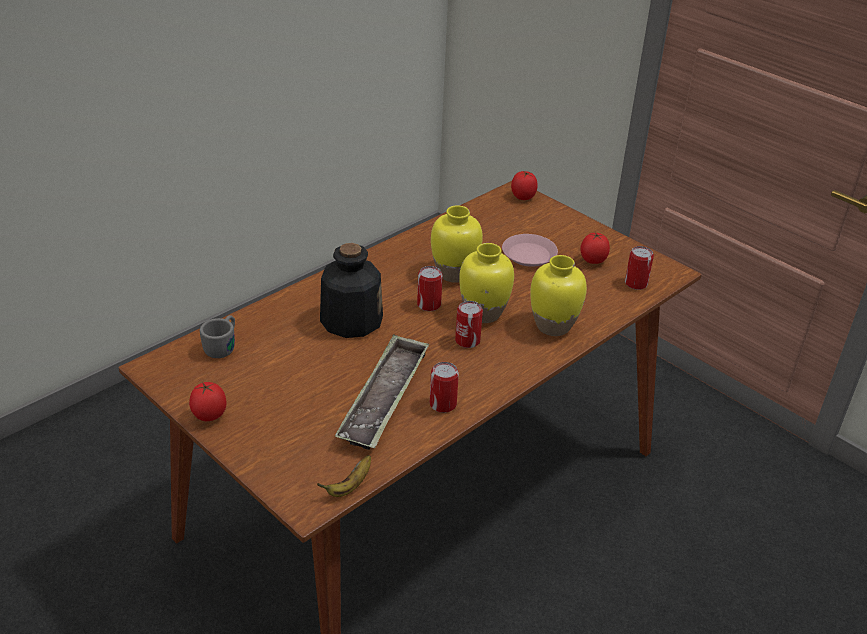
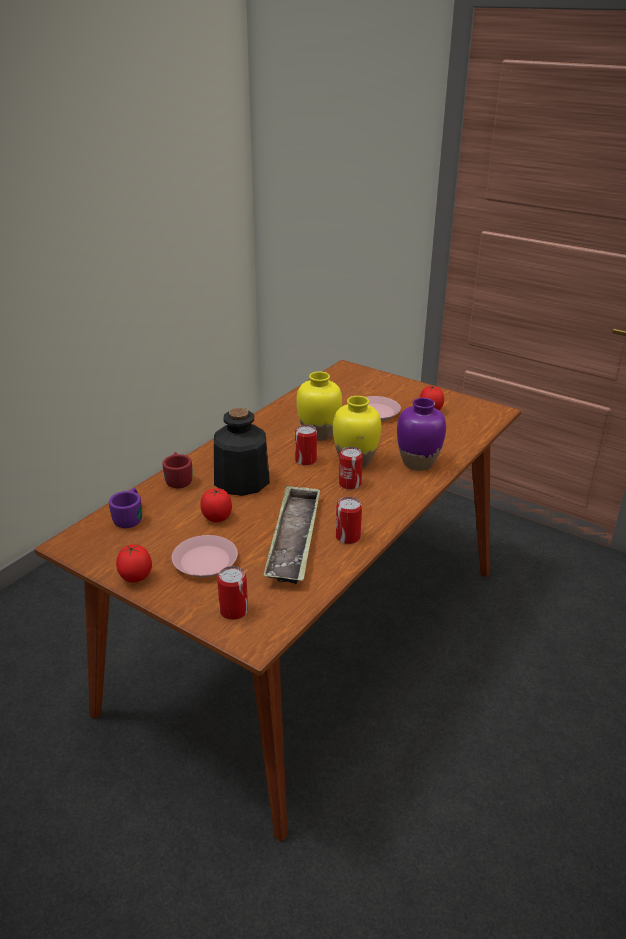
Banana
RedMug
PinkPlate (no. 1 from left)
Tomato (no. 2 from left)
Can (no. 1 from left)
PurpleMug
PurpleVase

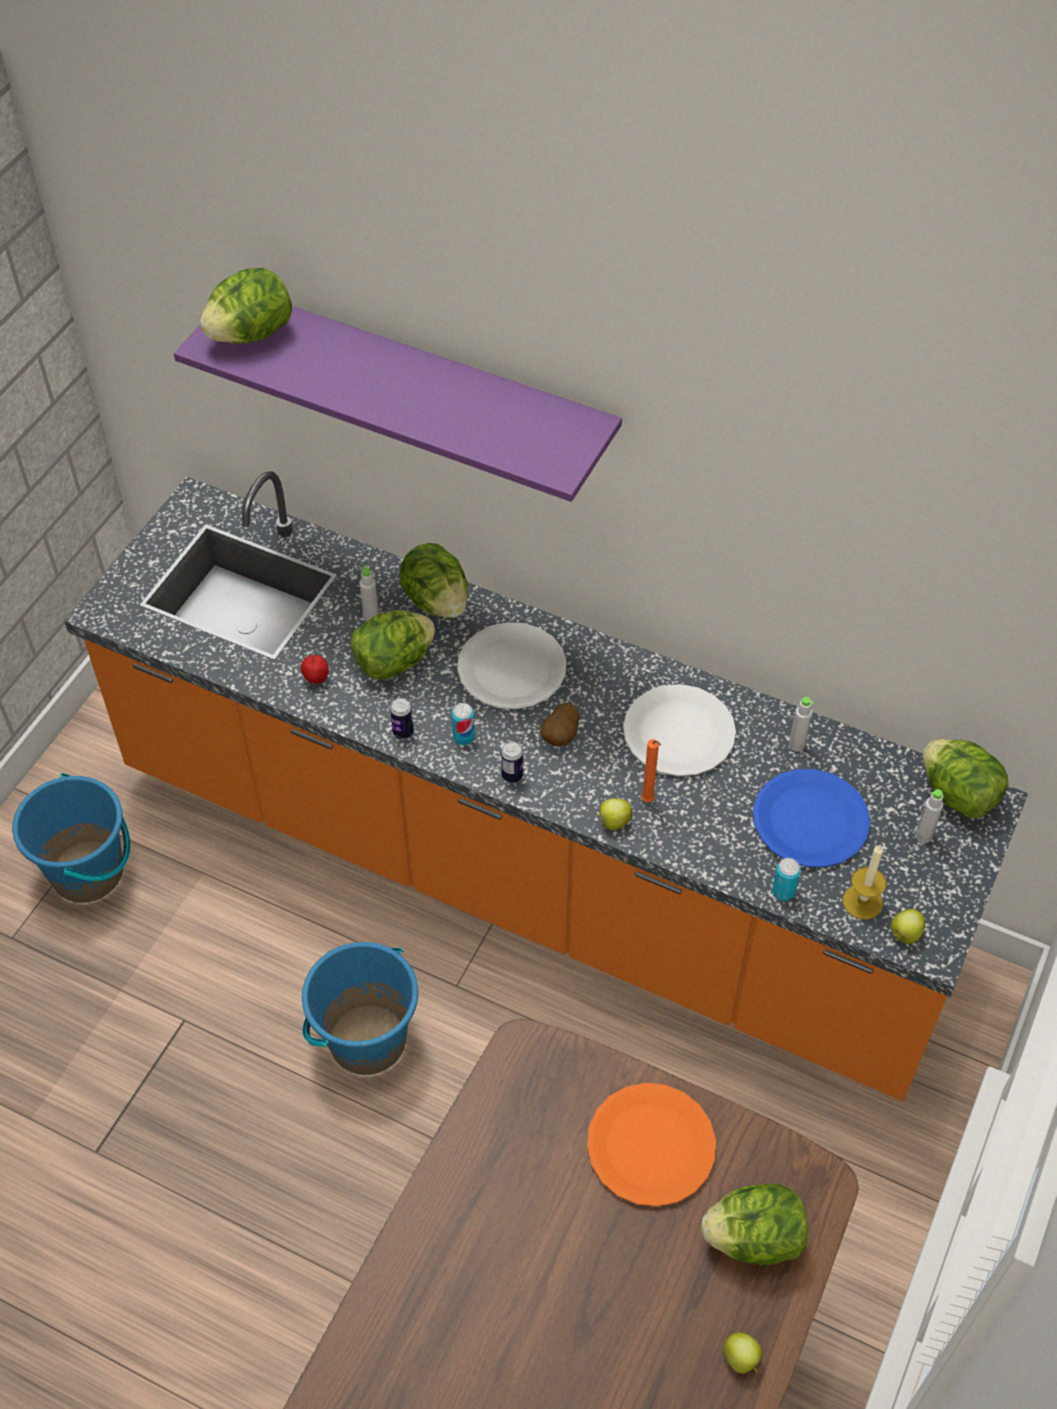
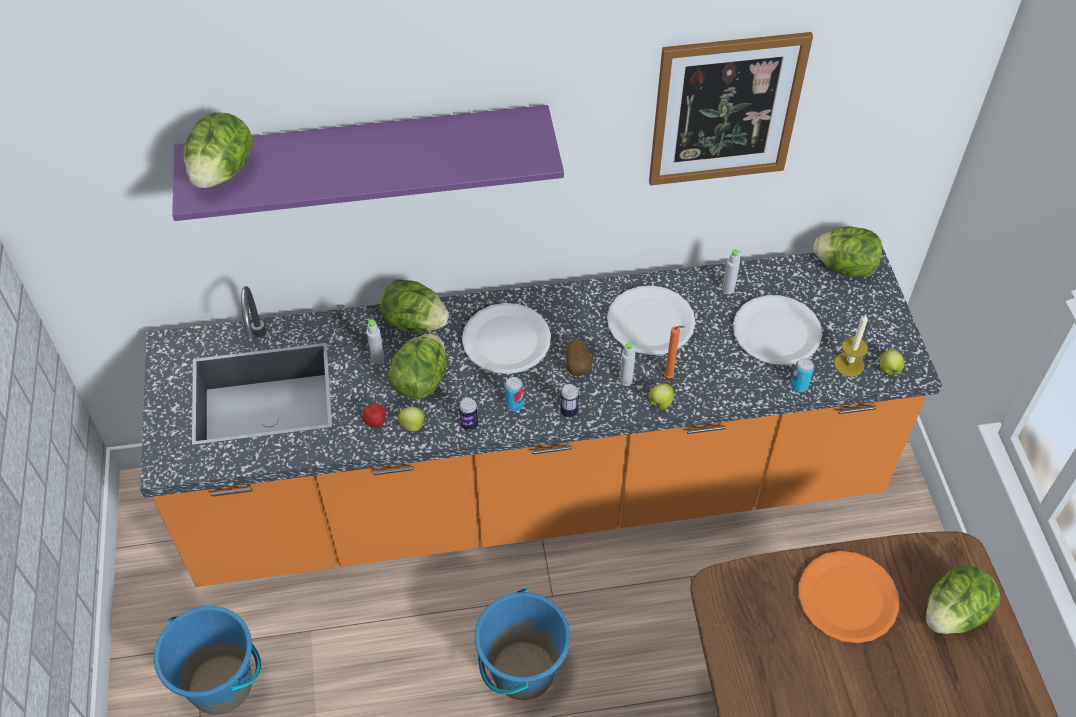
Picture
Apple (no. 2 from left)
GreyBottle (no. 2 from left)
WhitePlate (no. 3 from left)

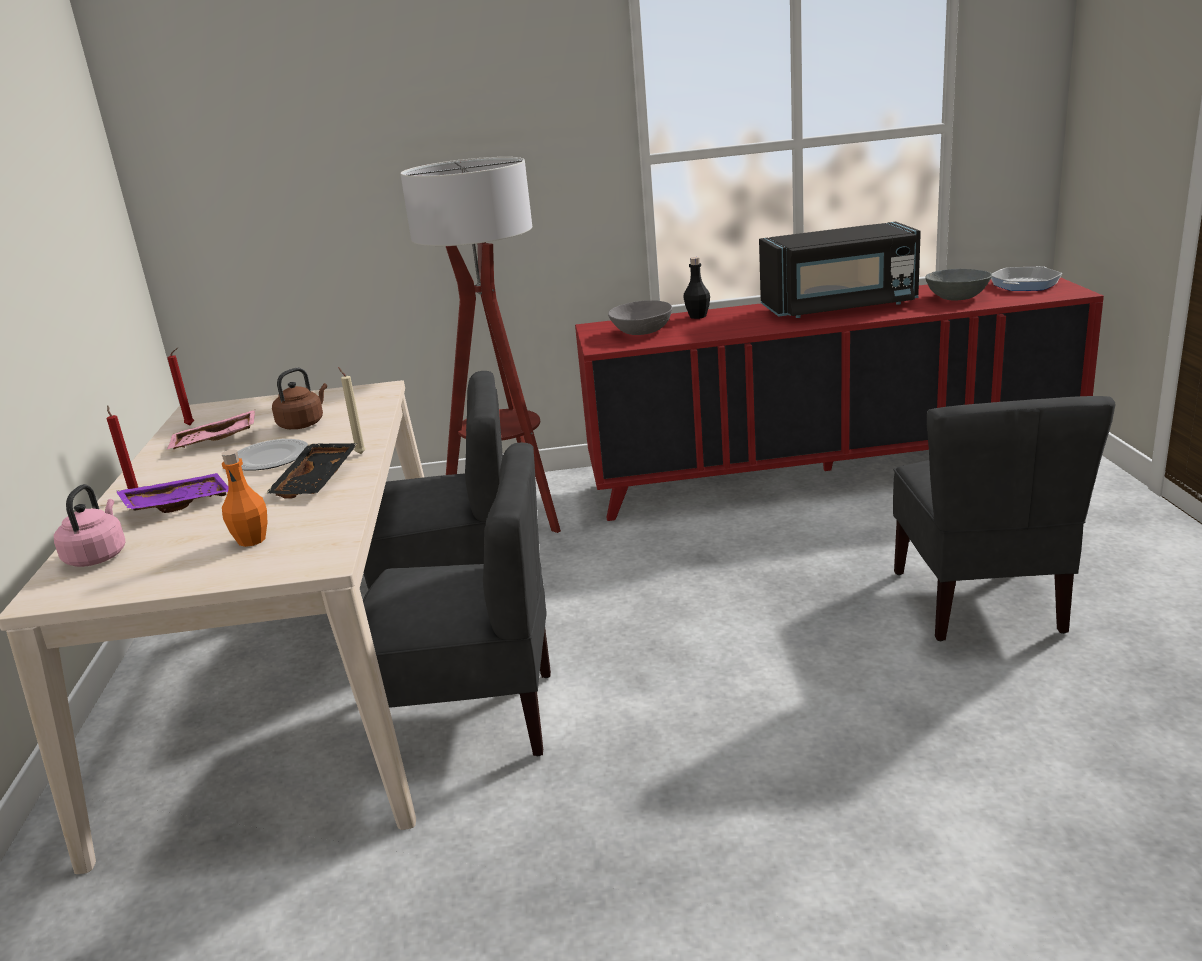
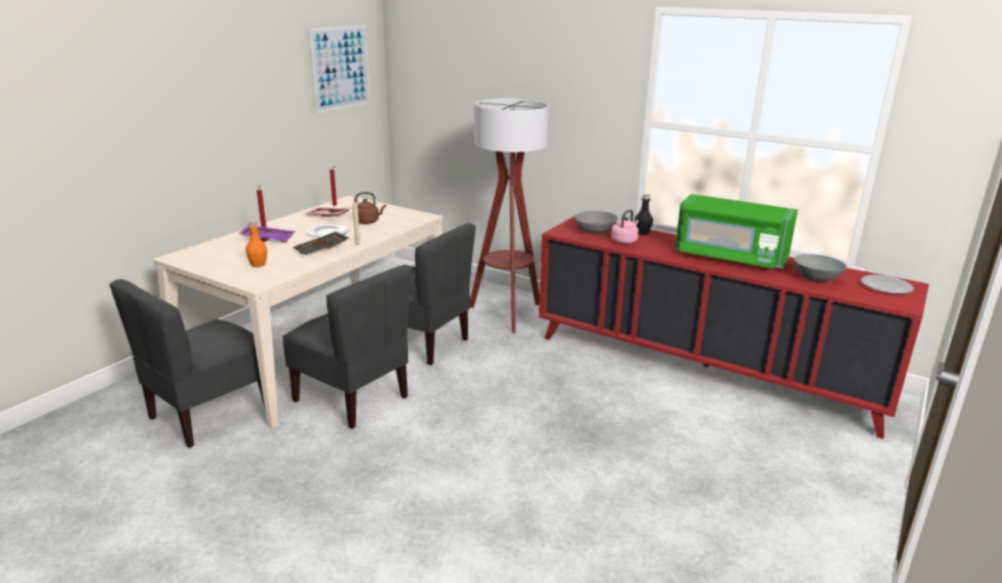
Picture
PinkKettle
GreyChair (no. 1 from left)
Plate (no. 2 from left)
GreenMicrowave

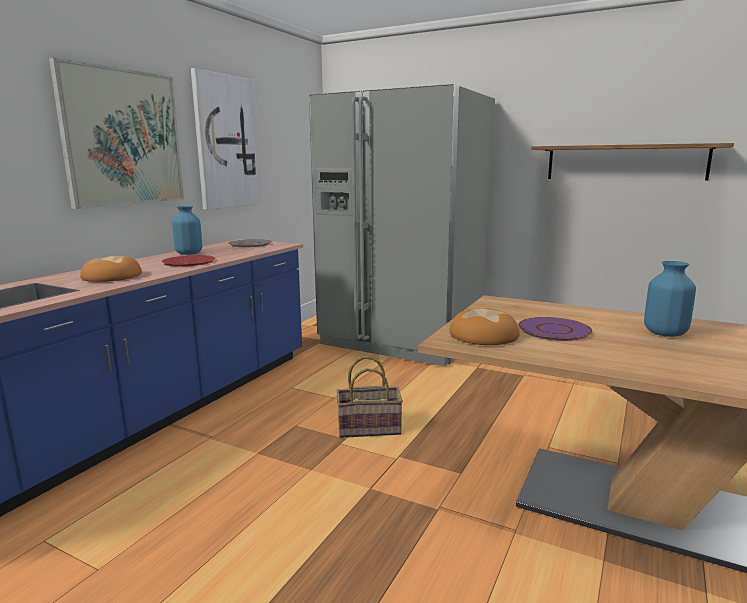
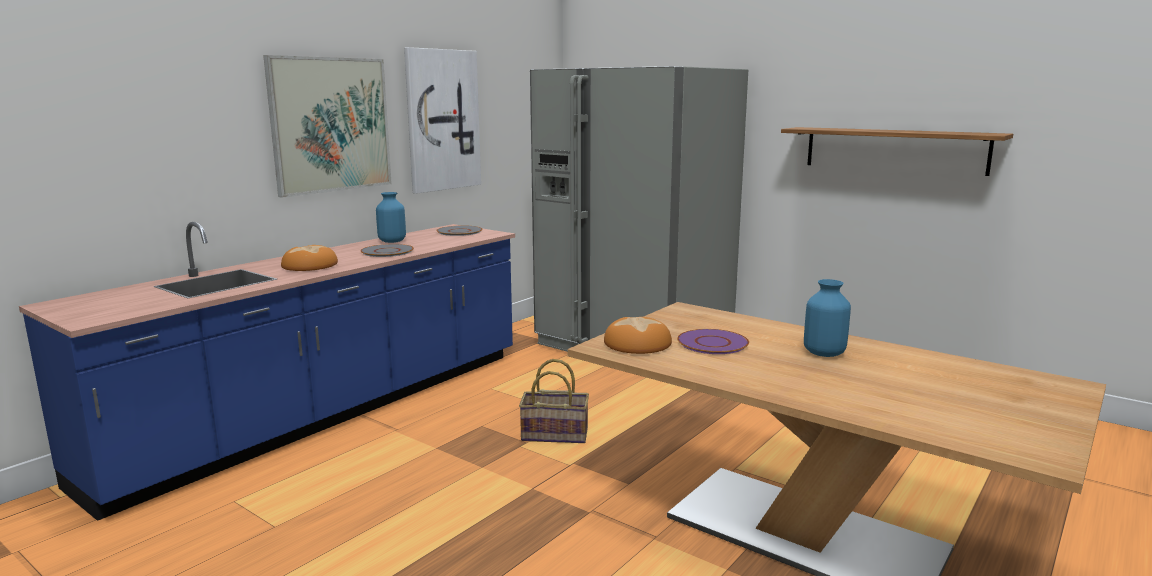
GreyPlate (no. 1 from left)

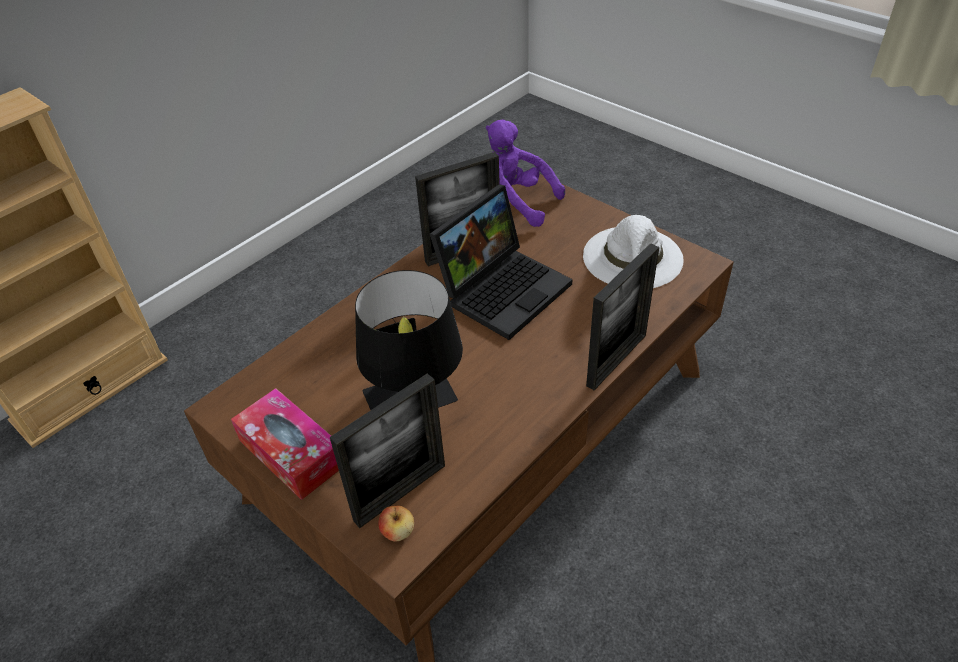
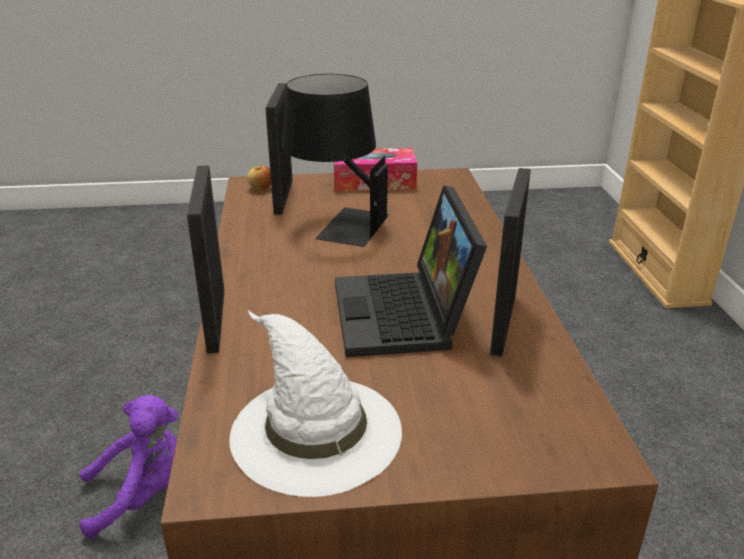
PurplePlushToy

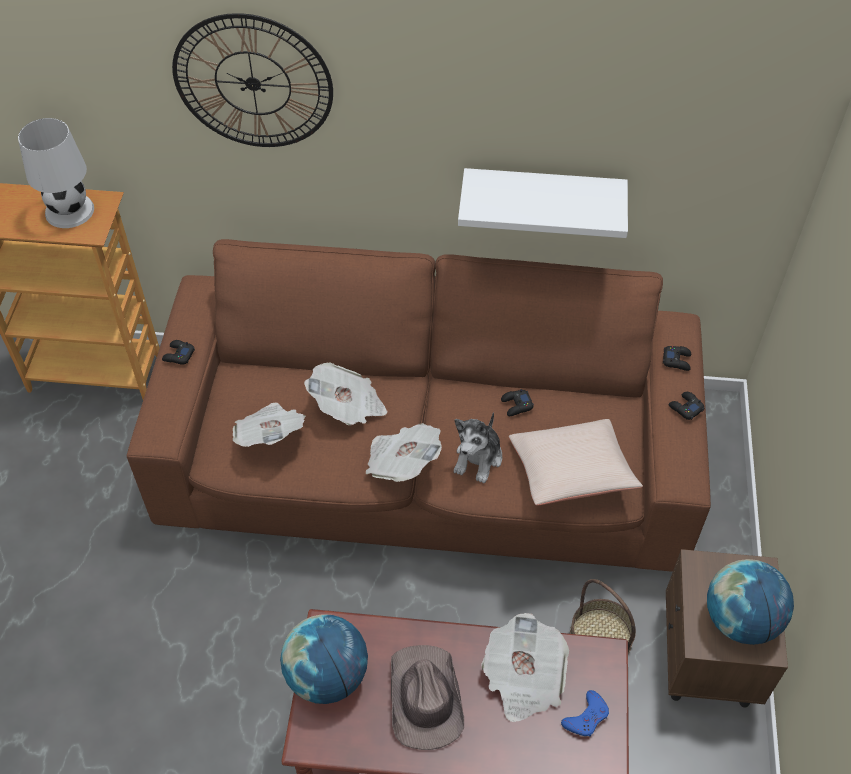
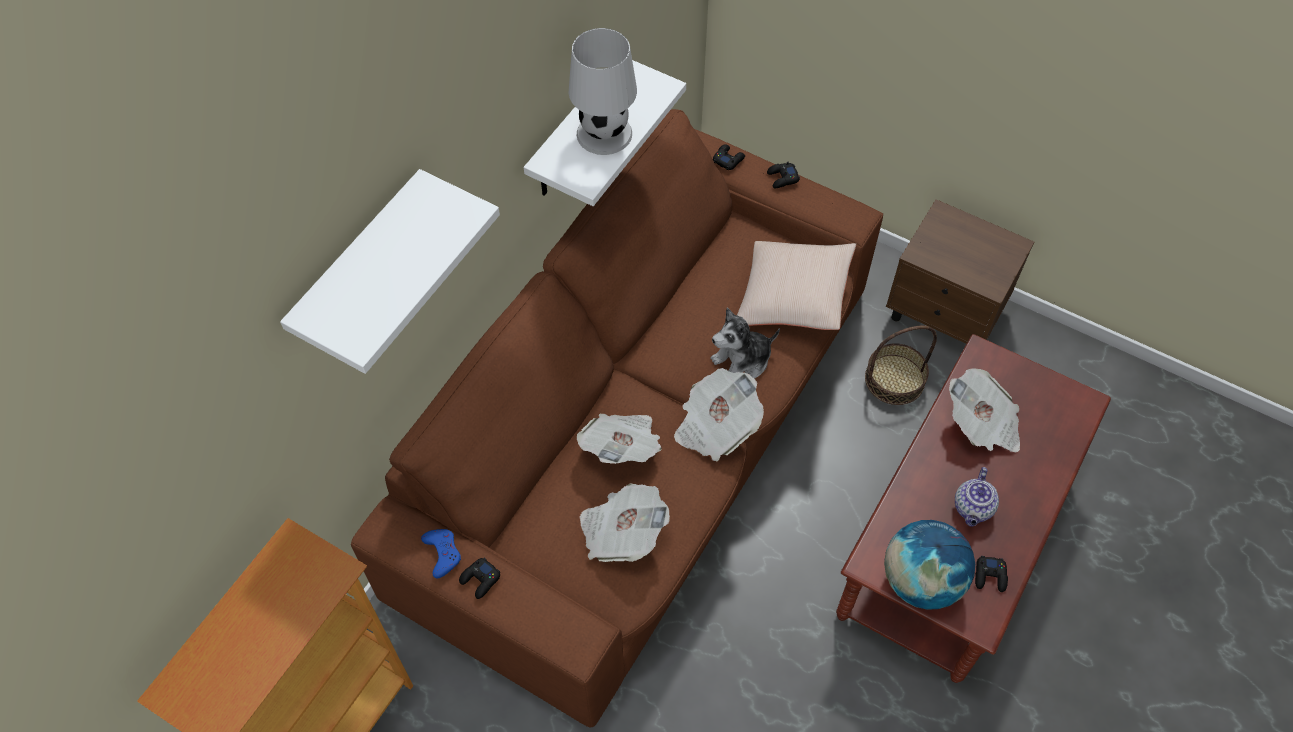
Globe (no. 2 from left in the first image)
WhiteTableLamp
BlackGameController (no. 4 from left)
BlueGameController
WhiteShelf (no. 1 from left)
Teapot
PlushToy

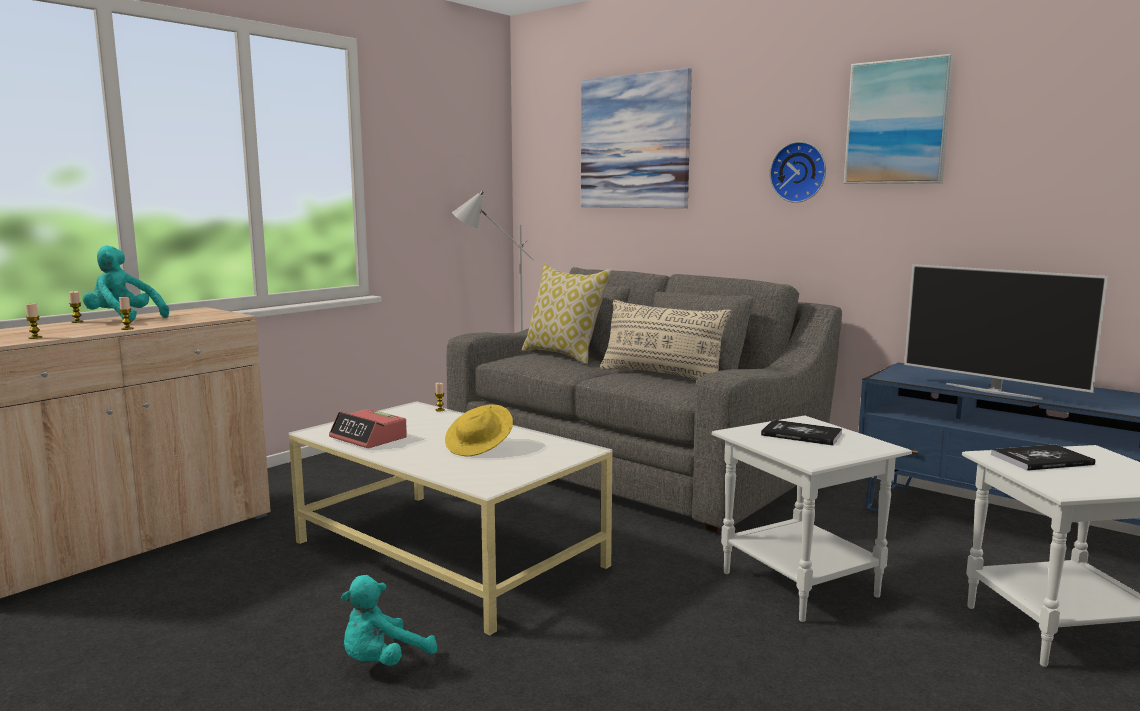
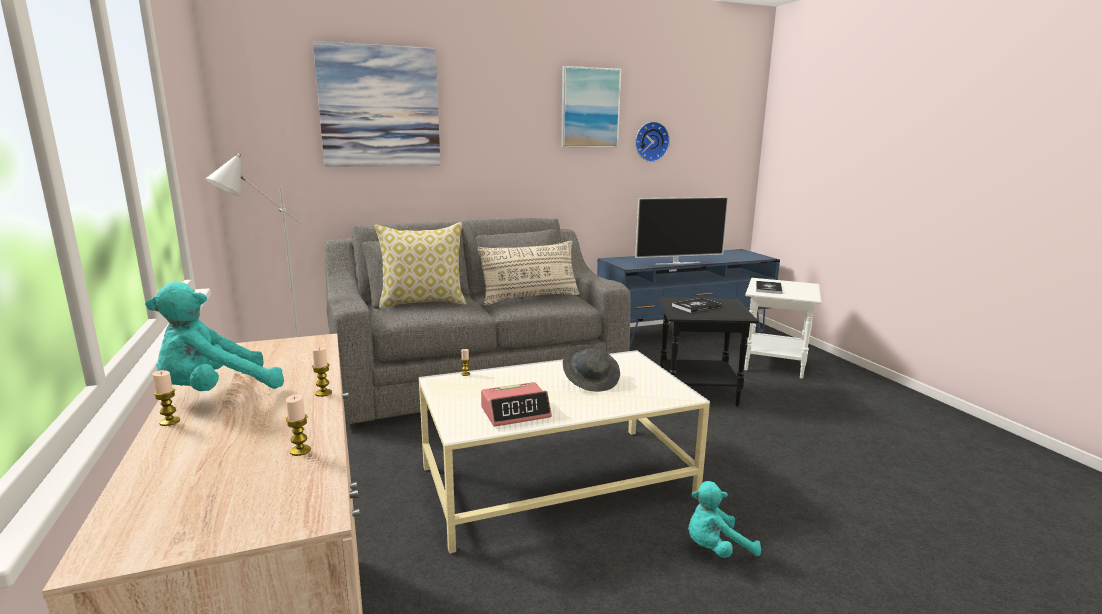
WallClock
GreyHat
BlackSideTable
TurquoisePlushToy (no. 2 from left)

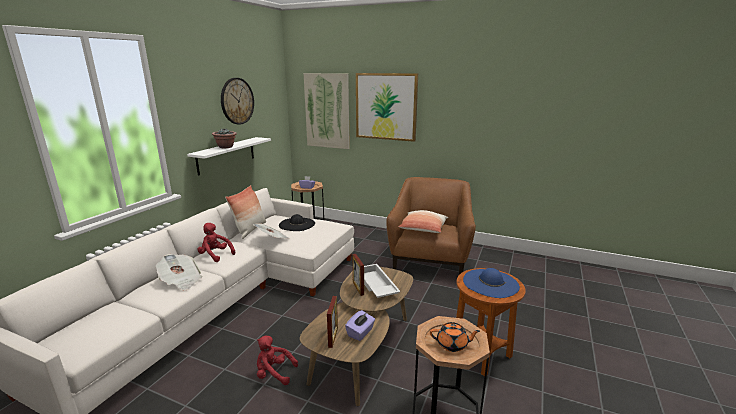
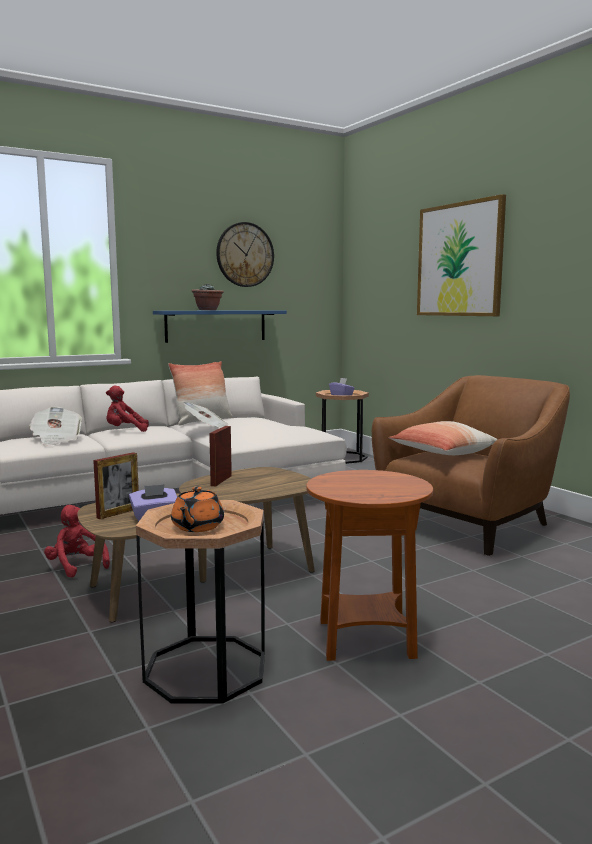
BlackHat
Picture (no. 1 from left in the first image)
WhiteTray
BlueHat
BlueShelf
RedPlushToy (no. 2 from left)
OrangeTeapot

